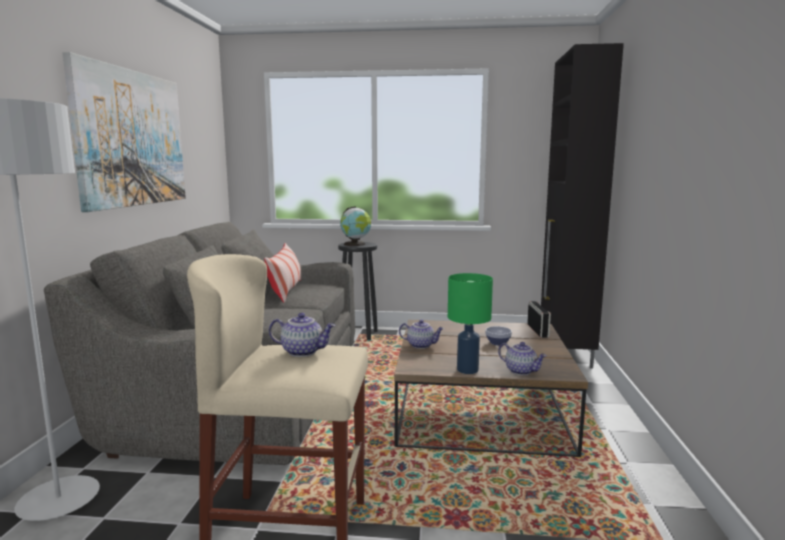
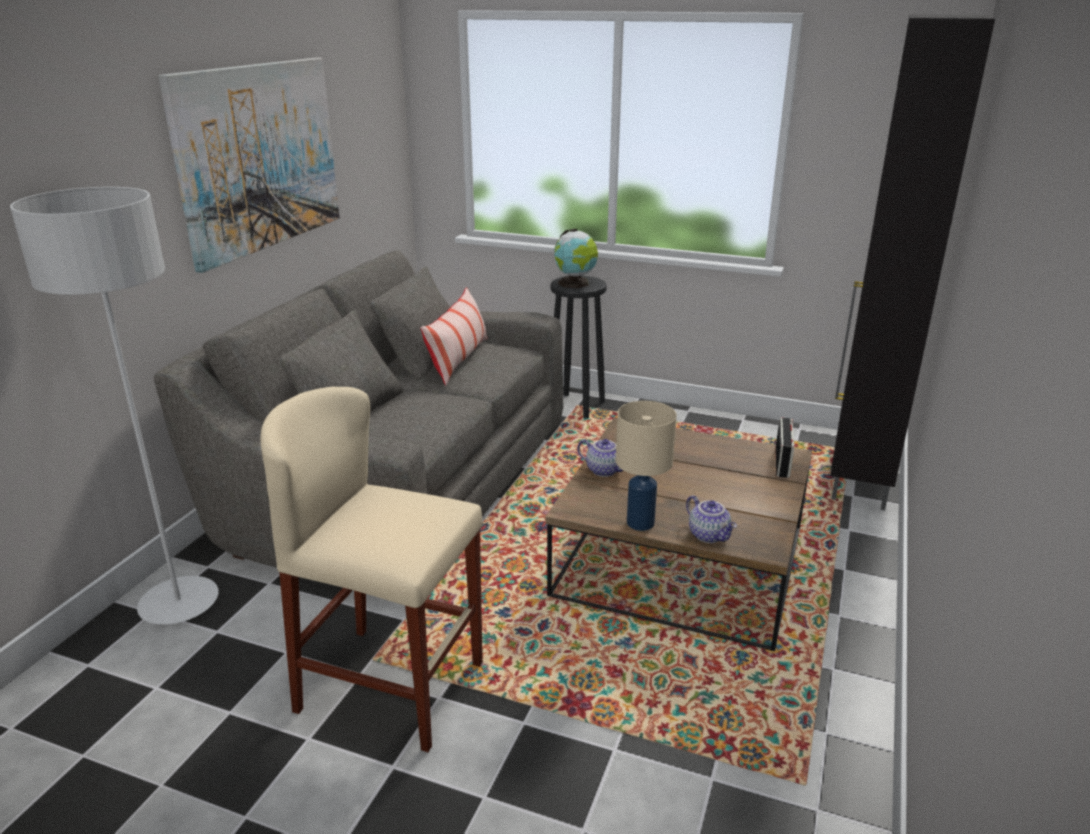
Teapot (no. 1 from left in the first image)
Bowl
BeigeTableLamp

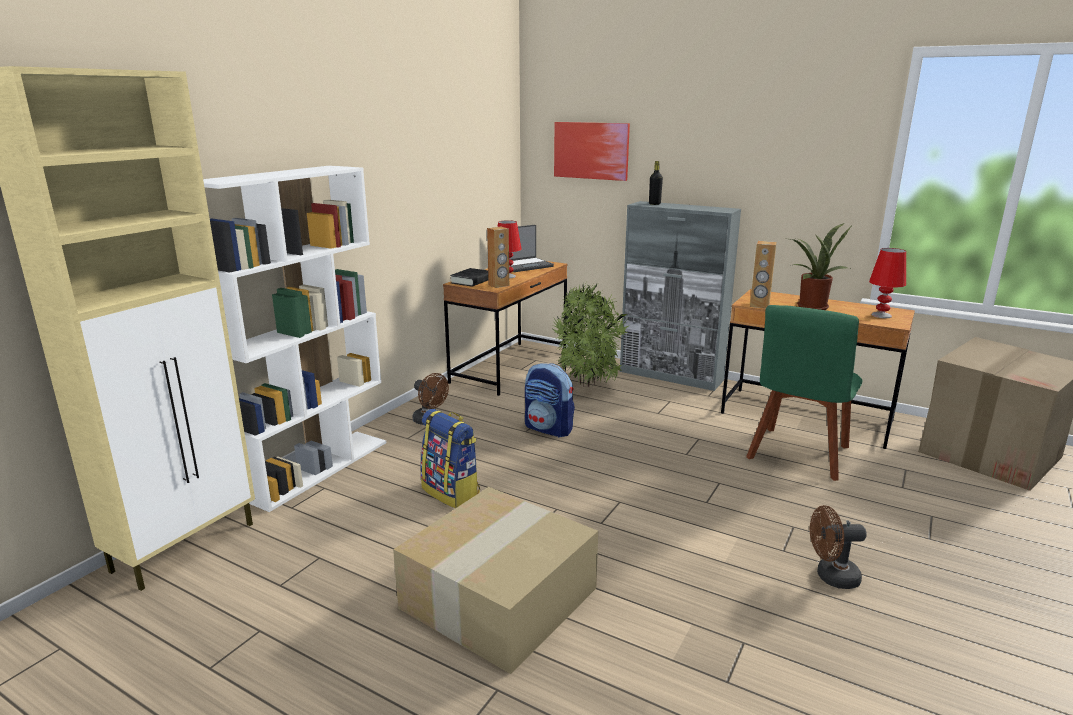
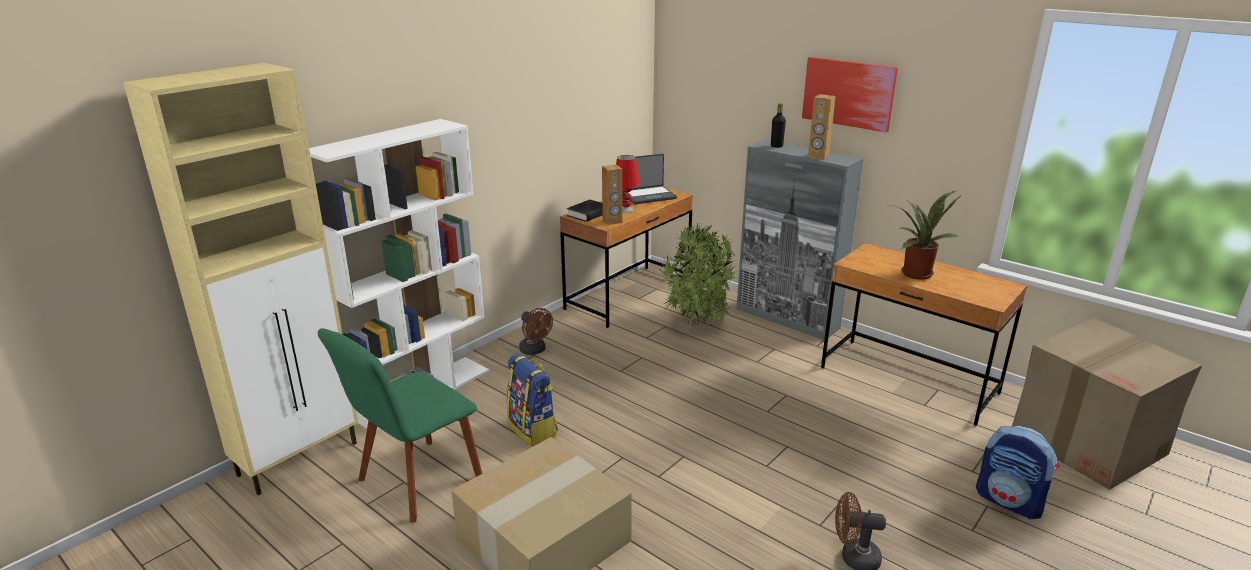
RedTableLamp (no. 2 from left in the first image)
Backpack (no. 2 from left)
Picture
GreenChair
BrownSpeaker (no. 2 from left)

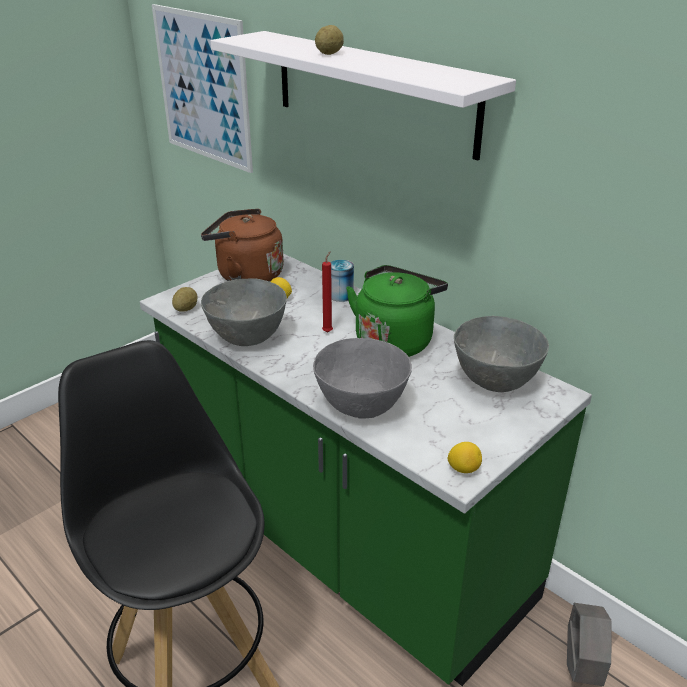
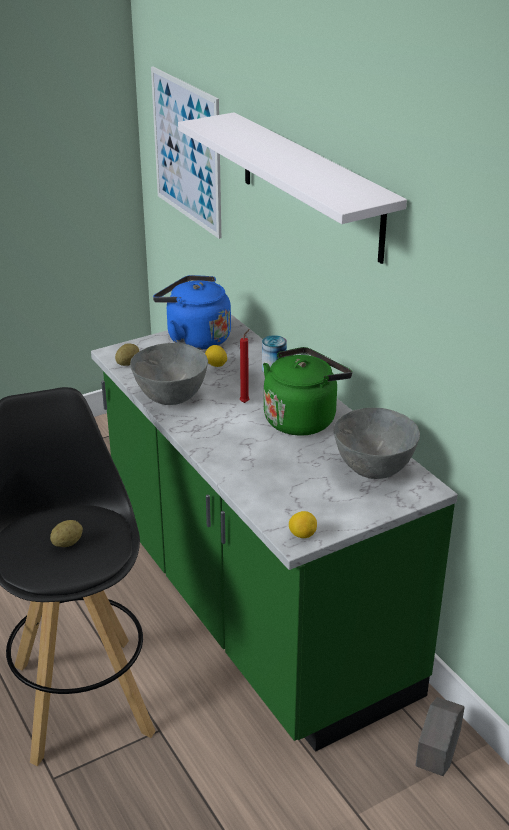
GreyBowl (no. 2 from left in the first image)
Potato (no. 1 from left)
BlueKettle

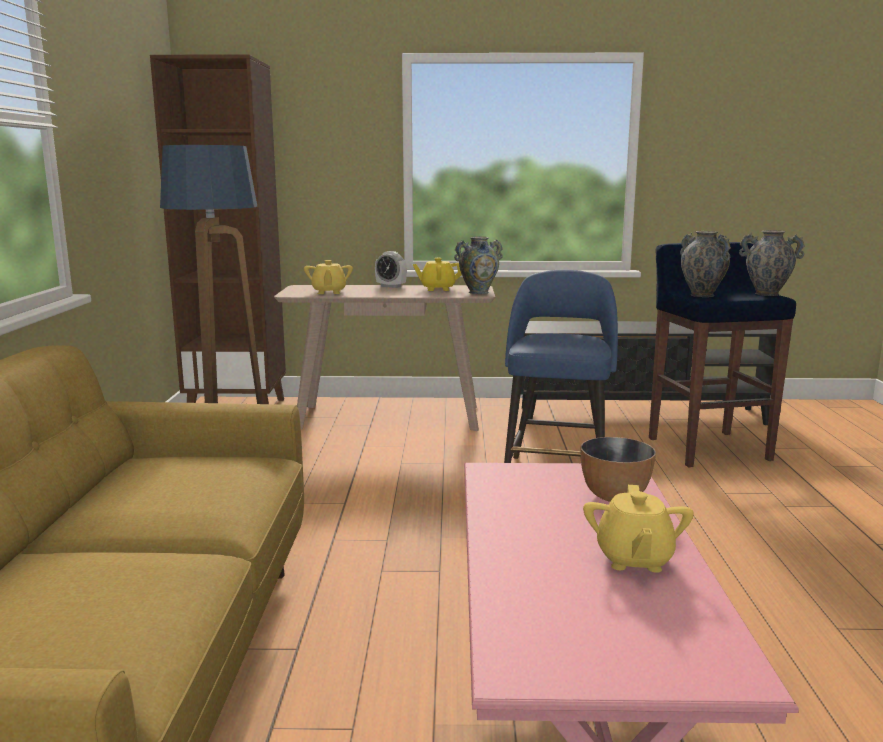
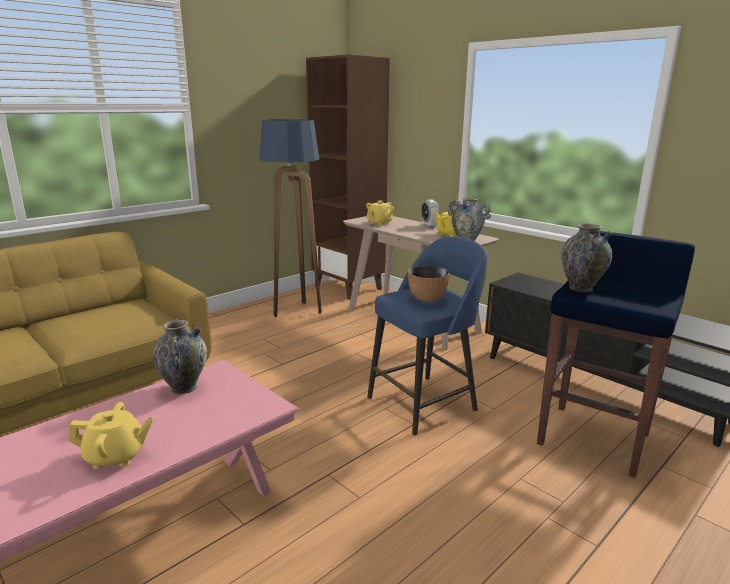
Bowl
Vase (no. 1 from left)
YellowTeapot (no. 1 from left)

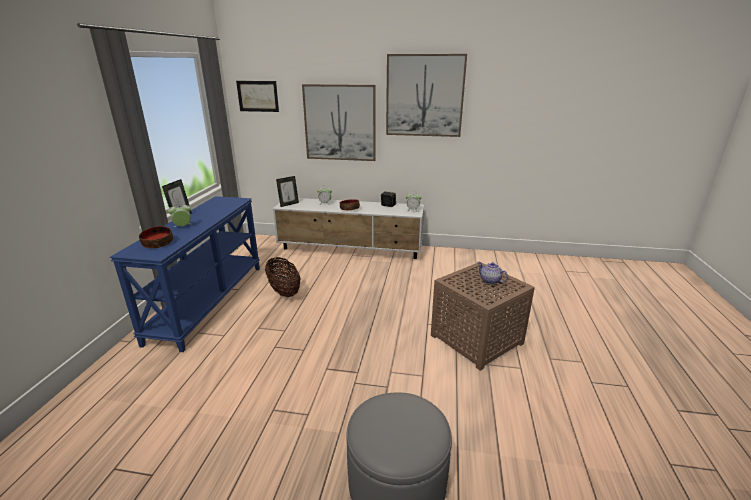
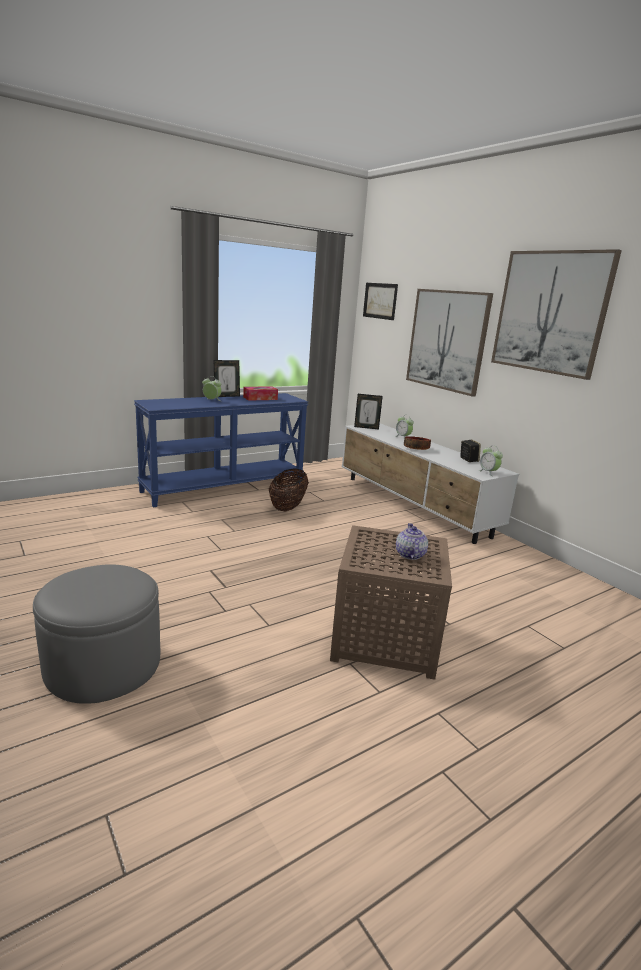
Bowl (no. 1 from left in the first image)
TissueBox

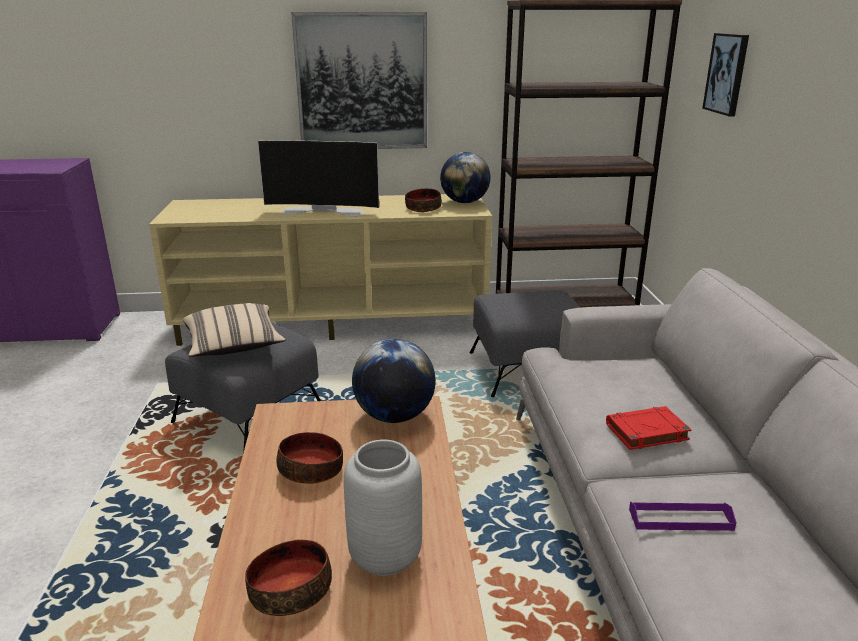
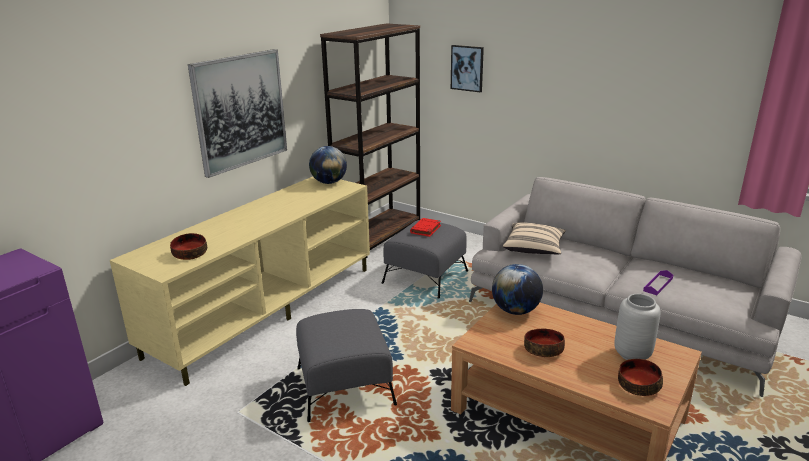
Television
BeigePillow
Bowl (no. 1 from left)
RedBook

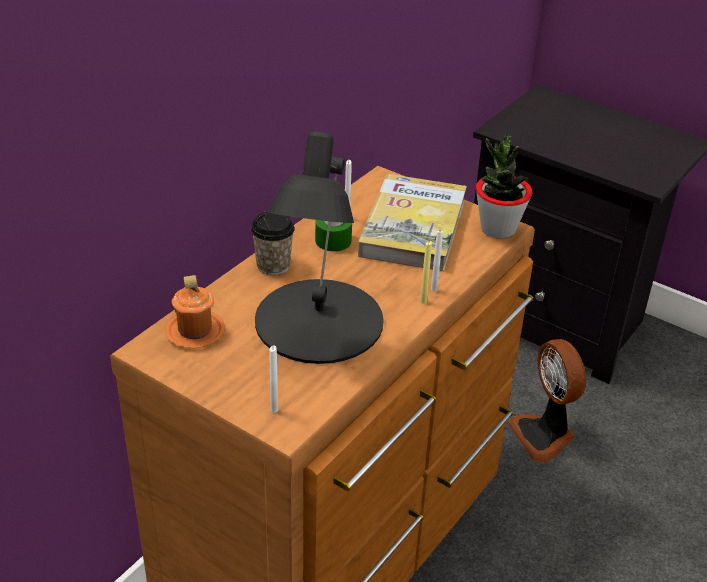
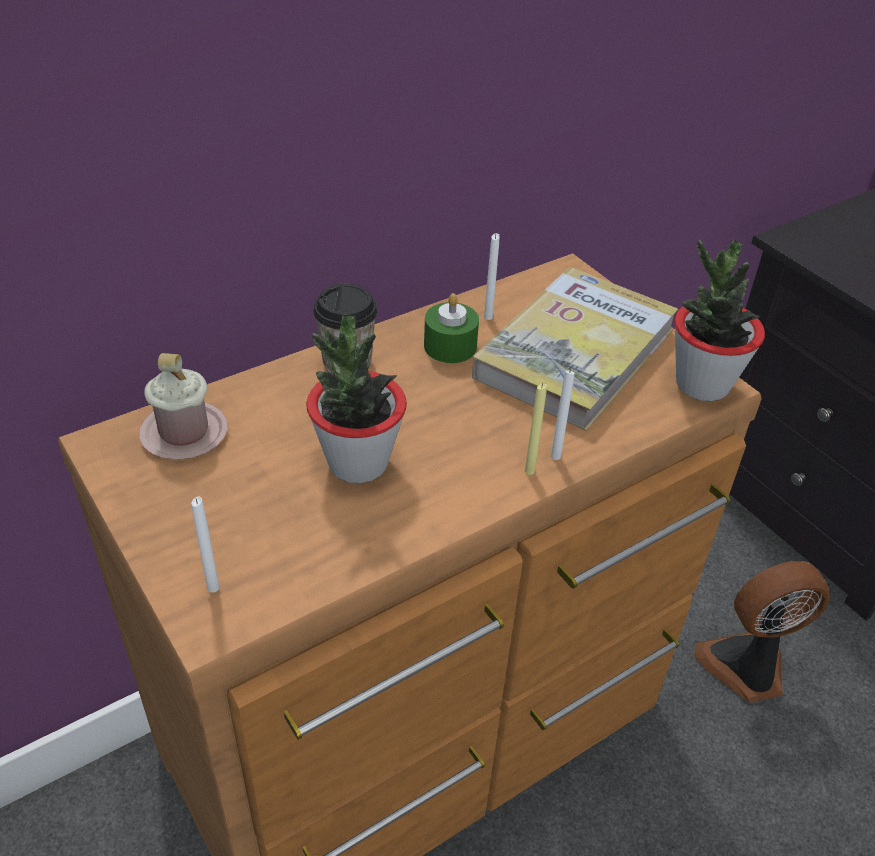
PottedPlant (no. 1 from left)
PinkMug
Fan

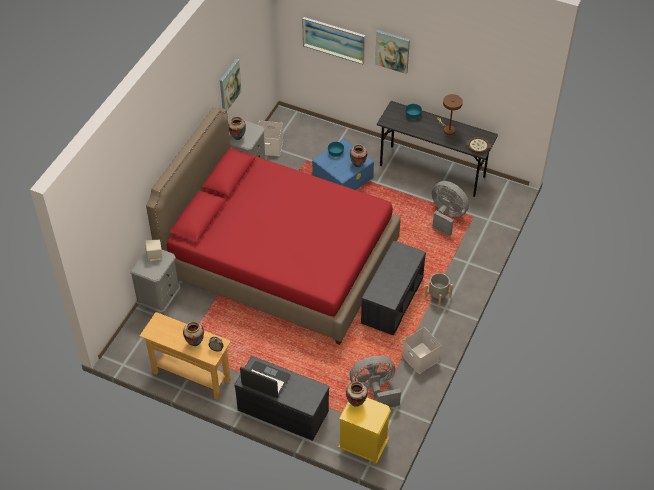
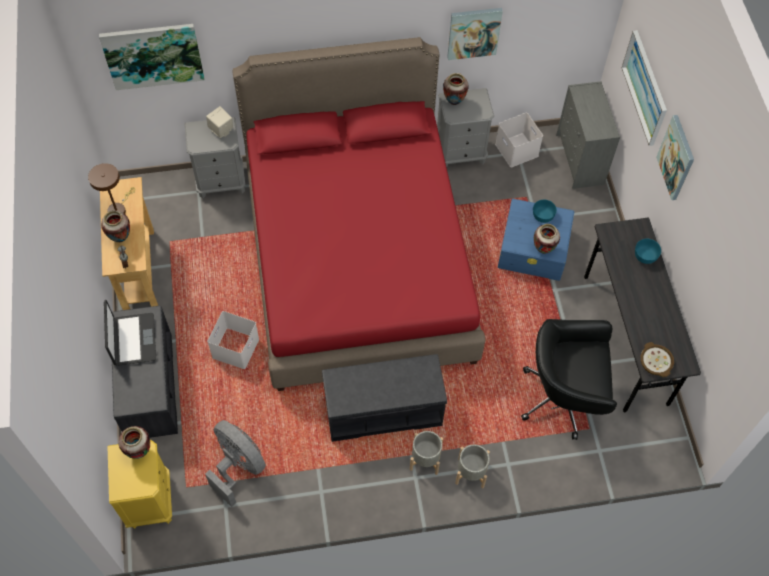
Picture (no. 1 from left)
GreyPlanter (no. 2 from left)
GreyDresser
WhiteStorageBox (no. 1 from left)
BrownTableLamp
BlackOfficeChair

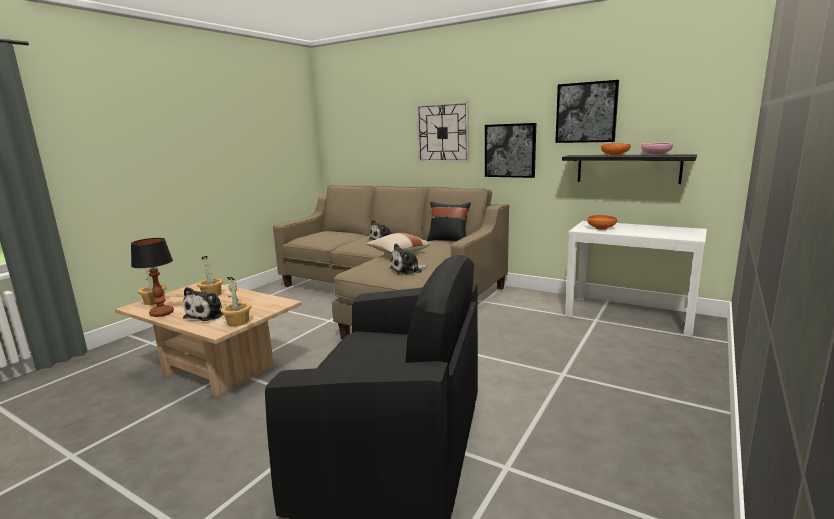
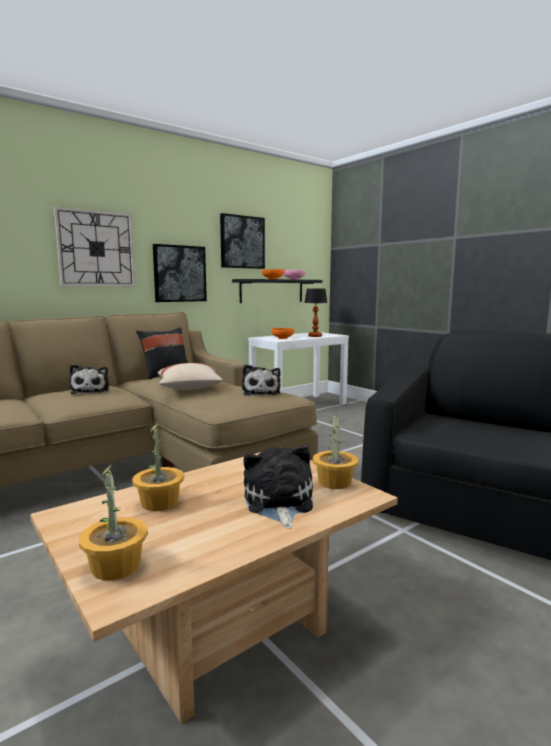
TableLamp
PlushToy (no. 3 from left)

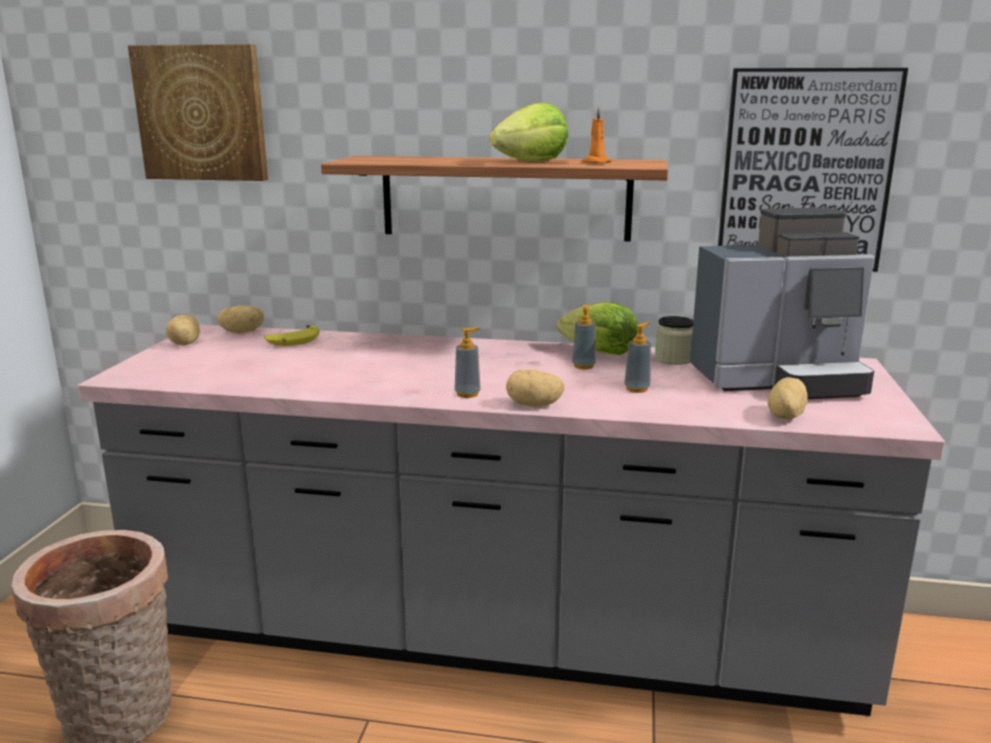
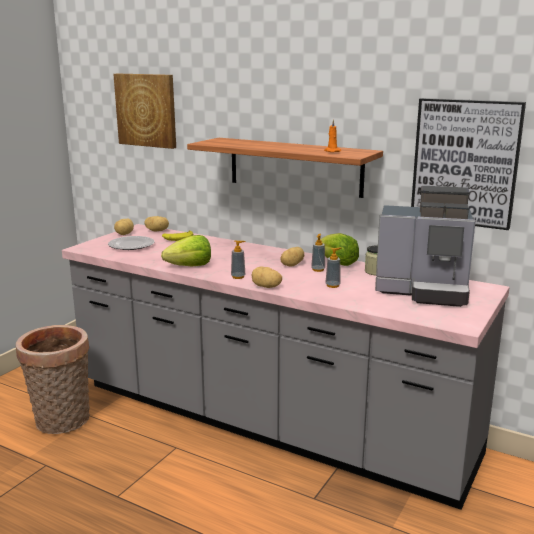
Plate
Lettuce (no. 1 from left)
Potato (no. 4 from left)

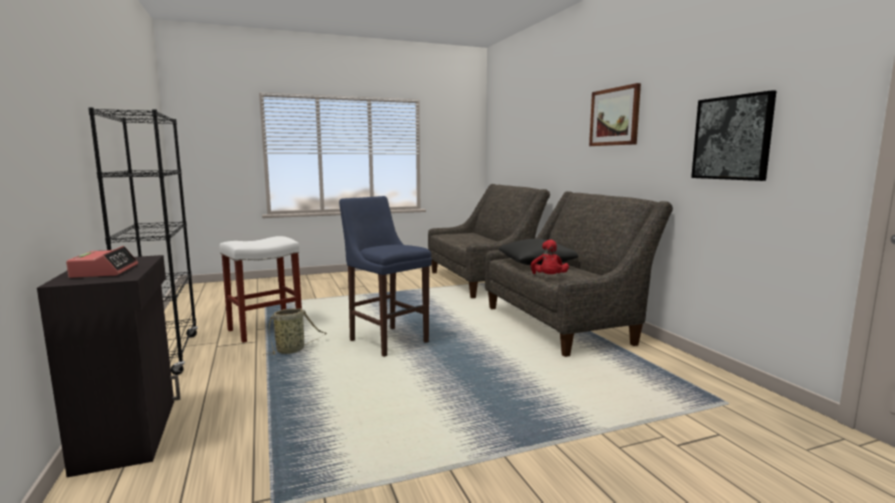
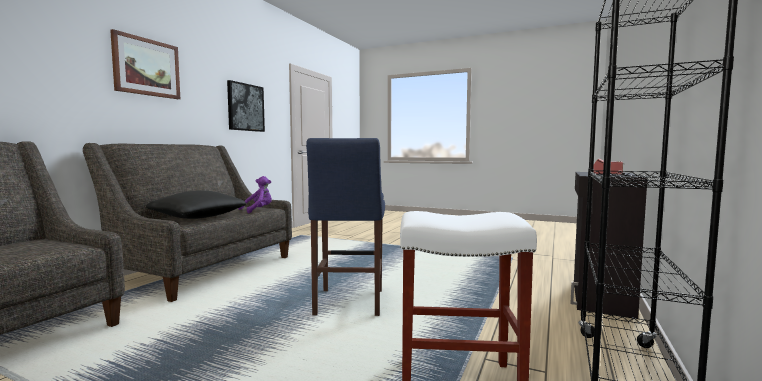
Basket
PurplePlushToy

